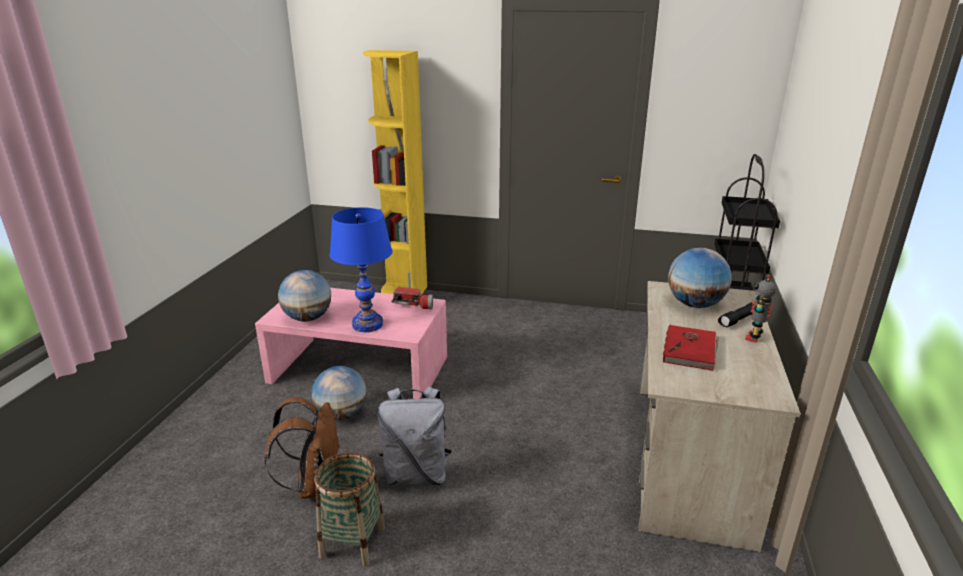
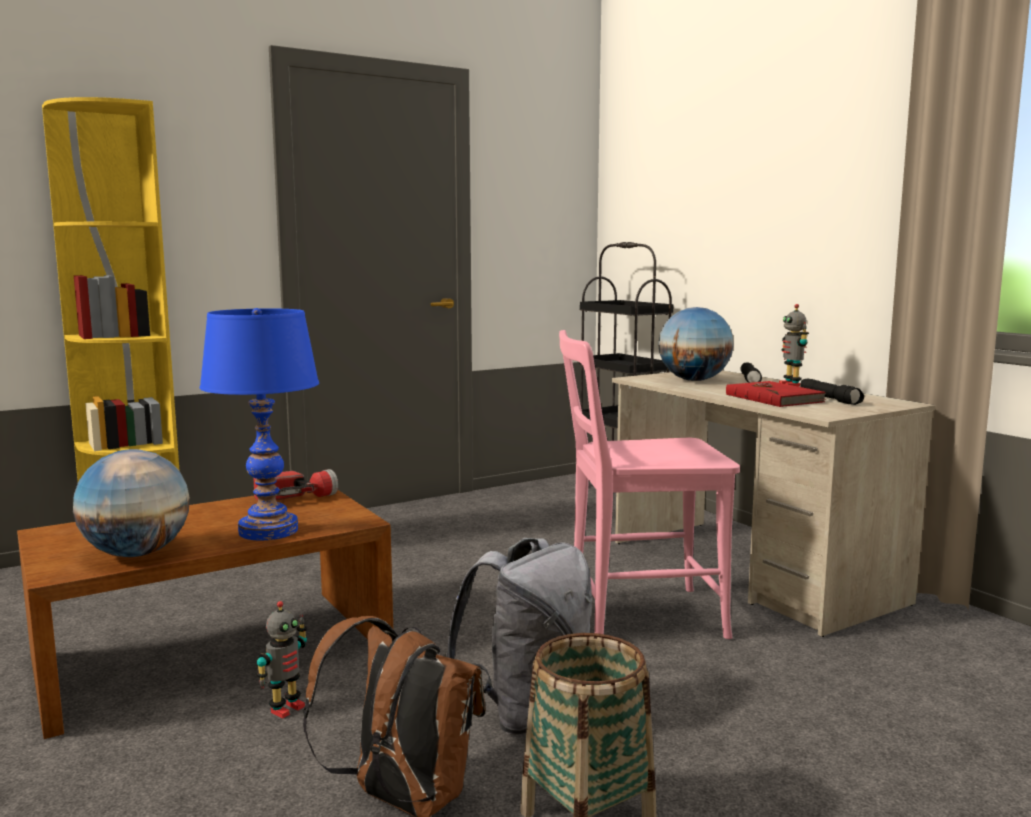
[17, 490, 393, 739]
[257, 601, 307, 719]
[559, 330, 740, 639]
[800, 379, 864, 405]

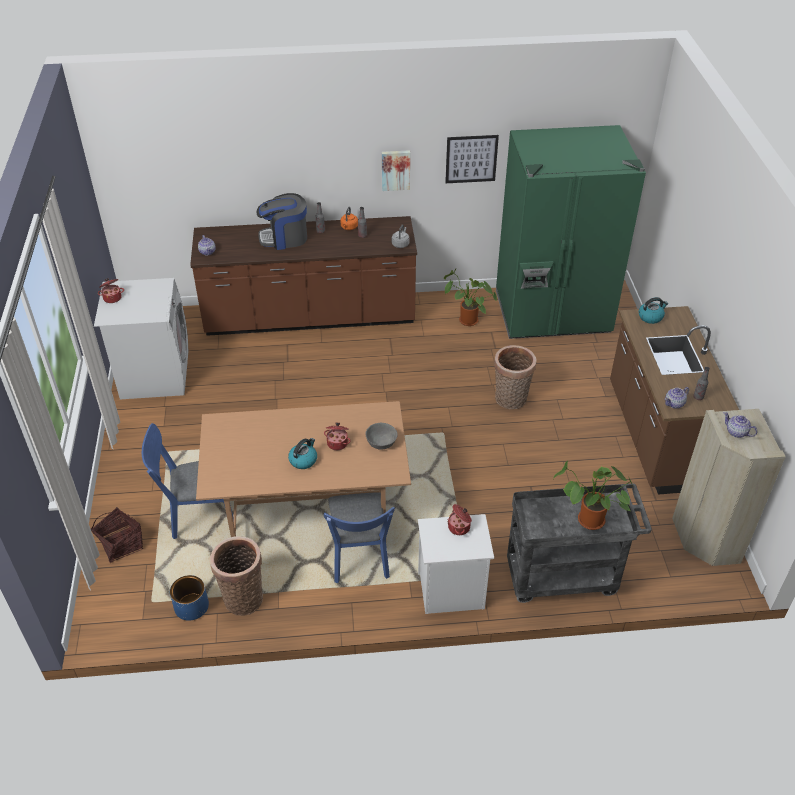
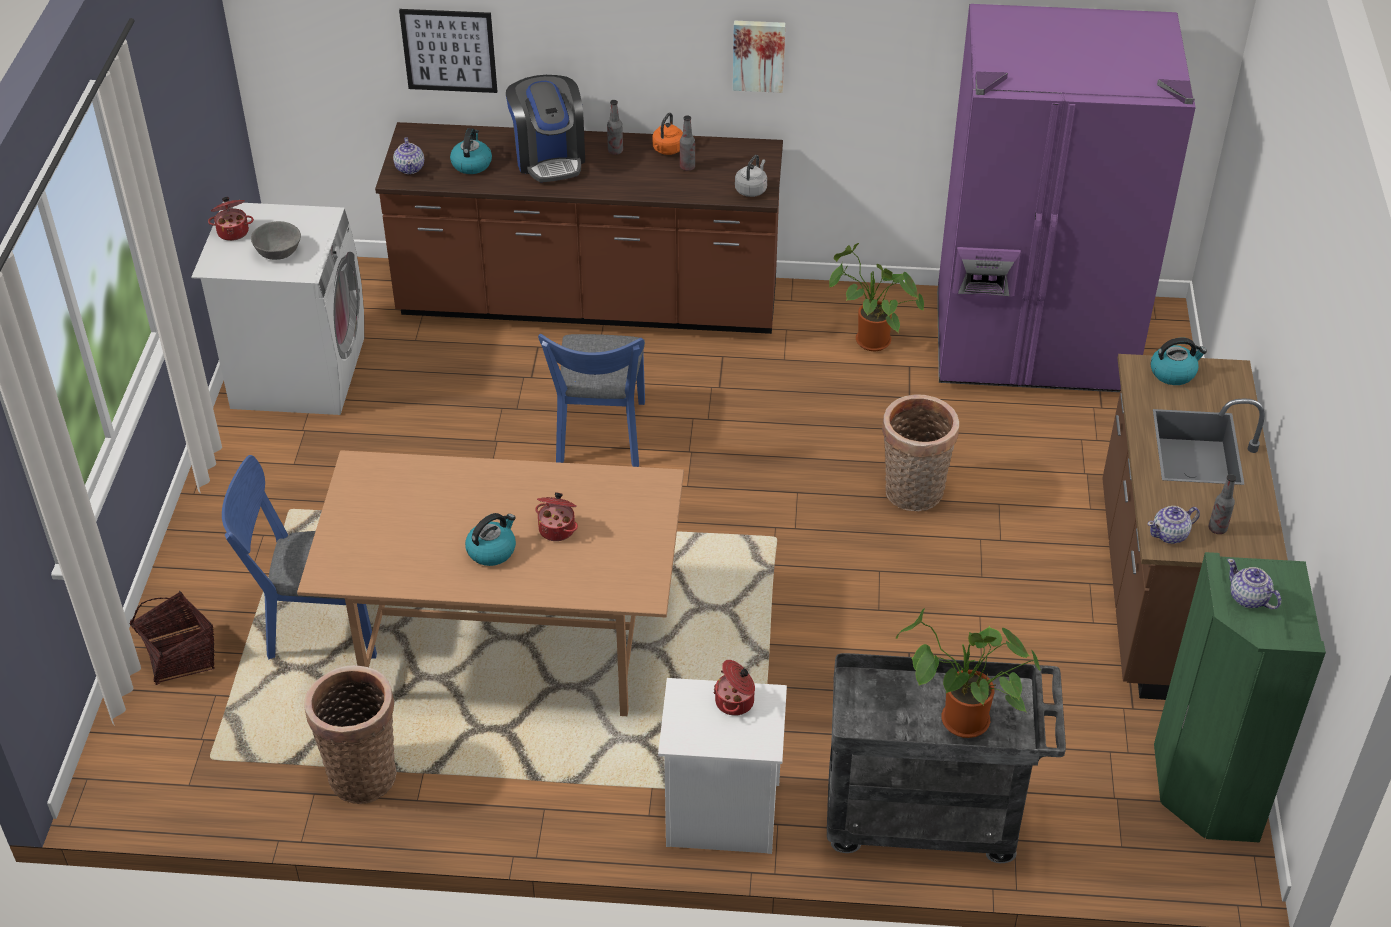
[937, 4, 1196, 392]
[399, 9, 497, 93]
[506, 75, 585, 182]
[1154, 552, 1326, 842]
[251, 221, 301, 260]
[538, 334, 645, 467]
[170, 575, 209, 621] (first image)
[450, 128, 492, 174]

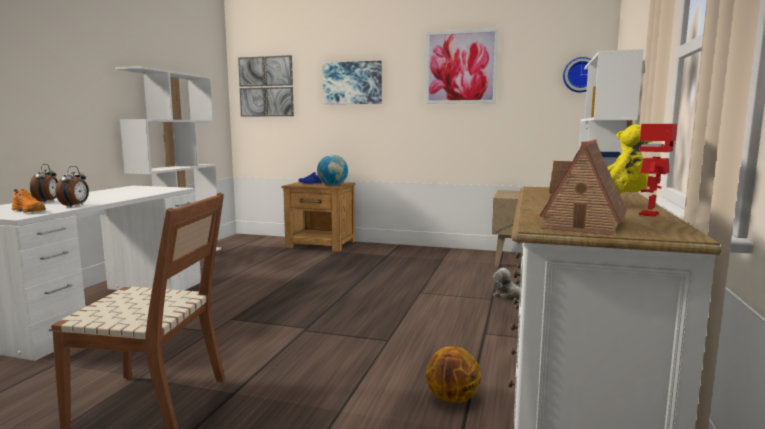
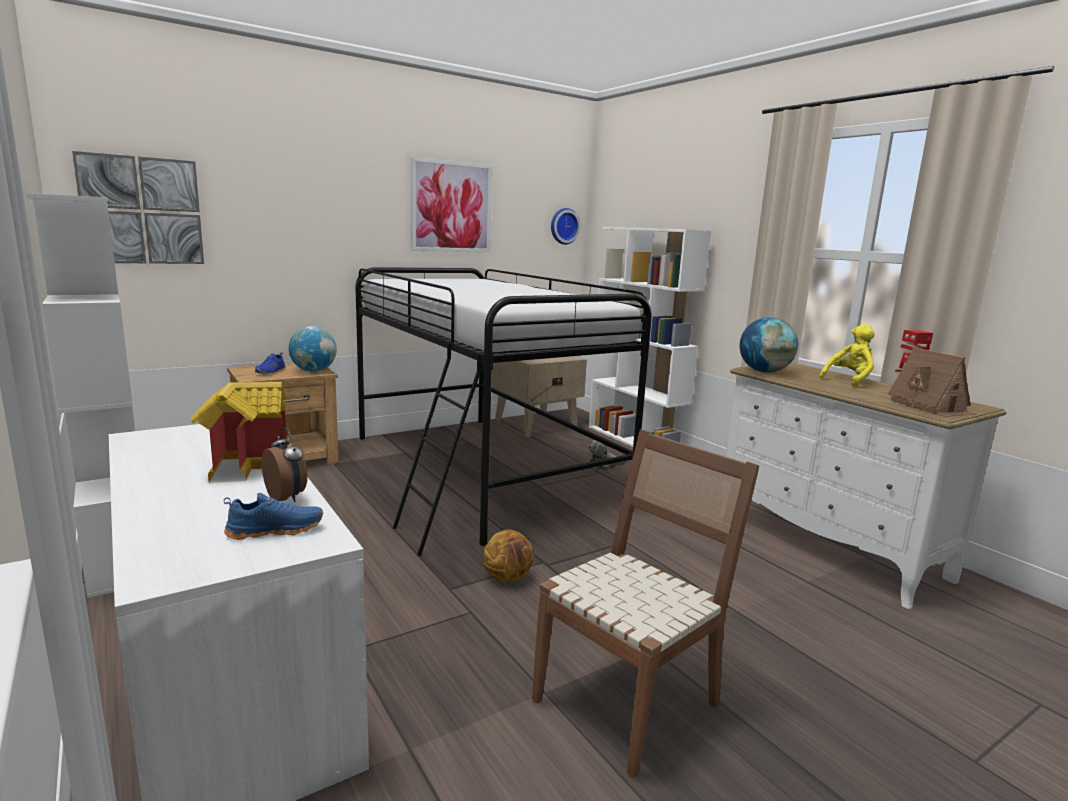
[322, 61, 382, 104] (first image)
[30, 164, 58, 203] (first image)
[224, 493, 323, 540]
[483, 529, 534, 582]
[355, 267, 652, 556]
[739, 317, 798, 373]
[190, 382, 287, 483]

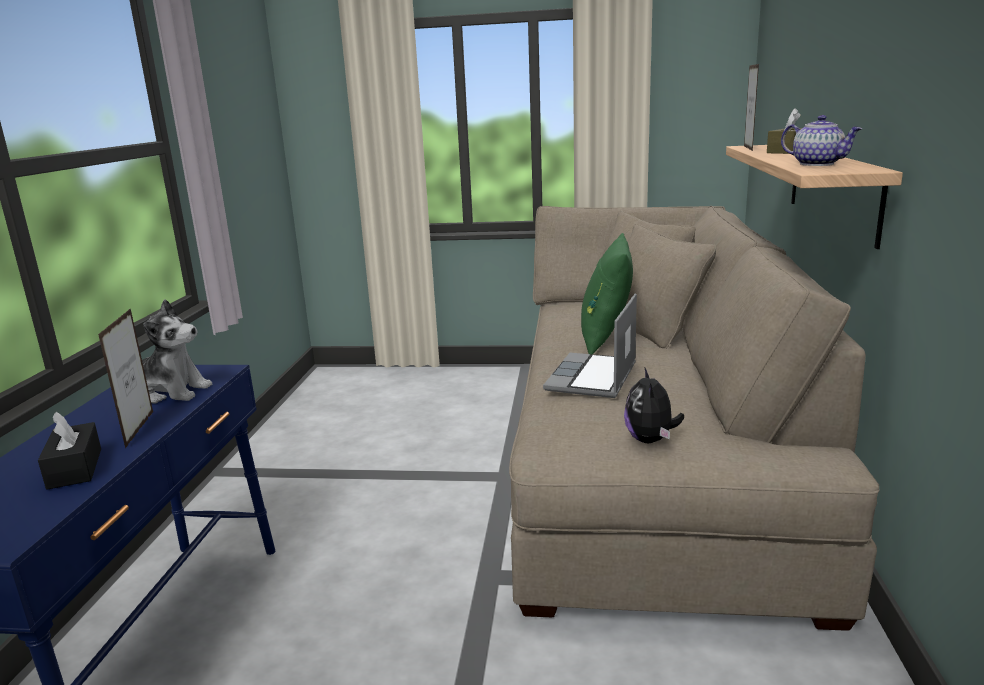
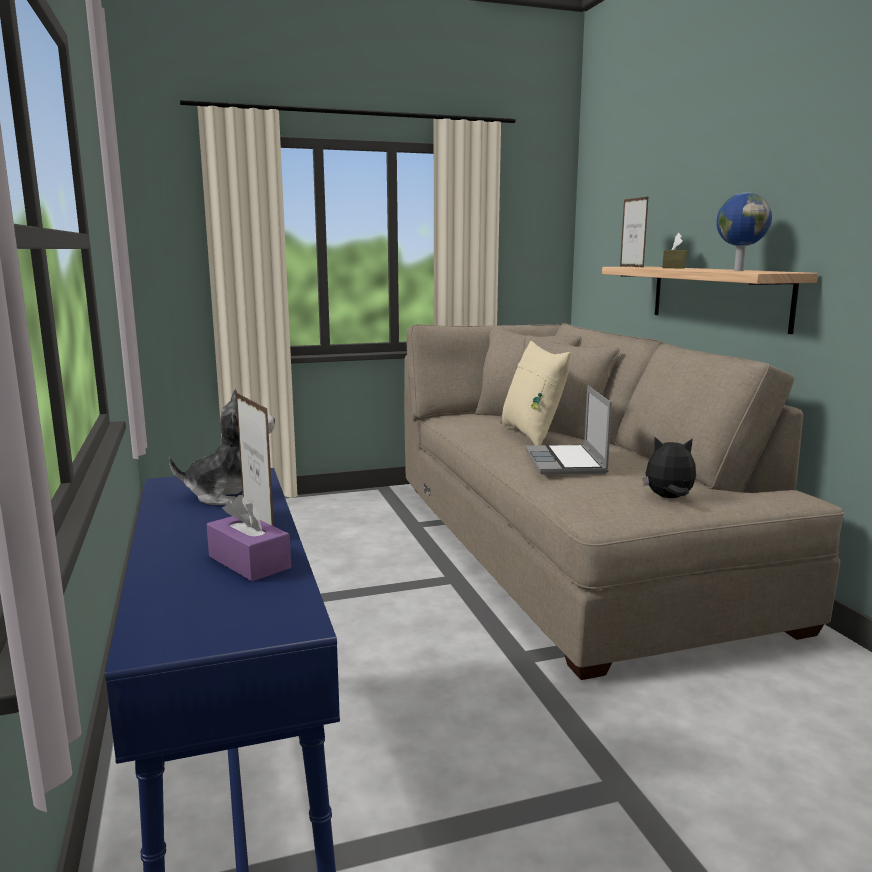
[716, 192, 772, 271]
[502, 341, 571, 445]
[643, 437, 696, 498]
[206, 495, 291, 582]

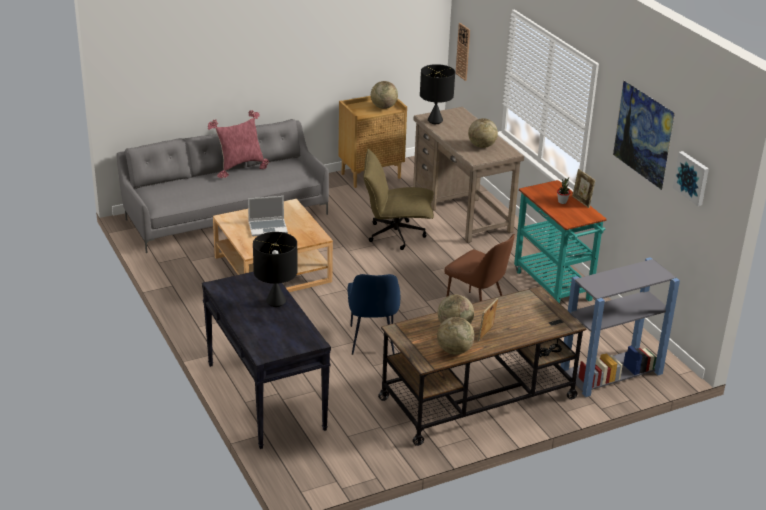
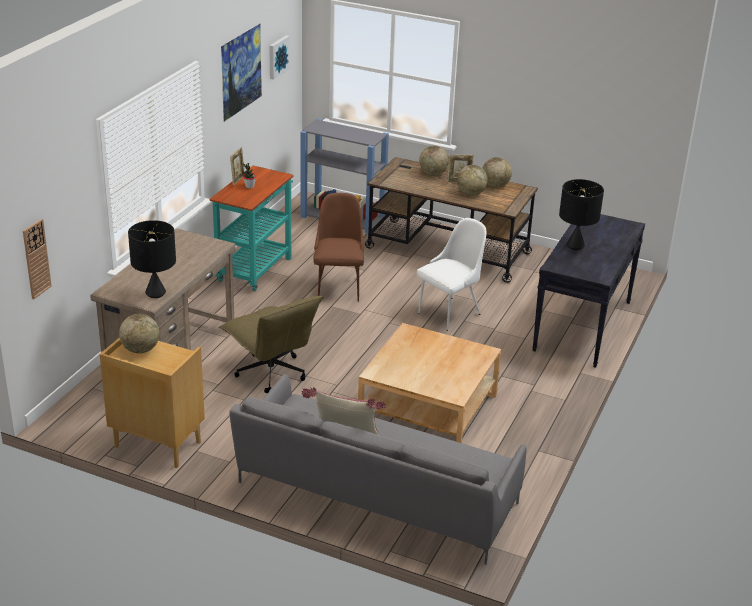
[419, 146, 449, 176]
[248, 196, 288, 236] (first image)
[417, 218, 486, 331]

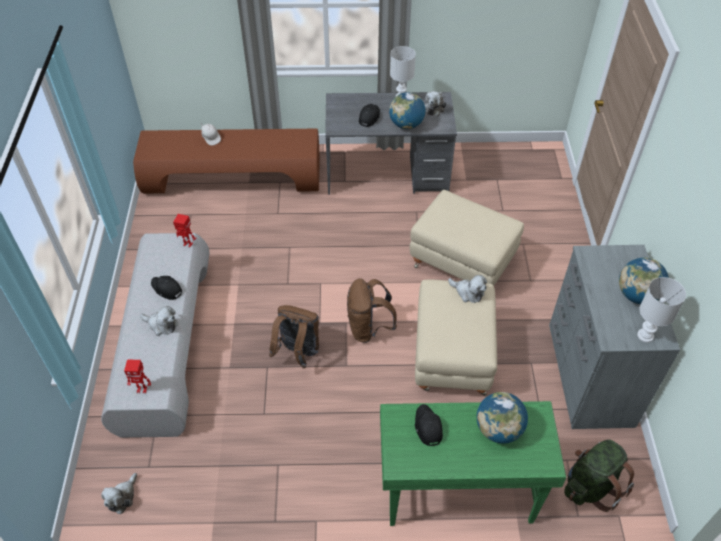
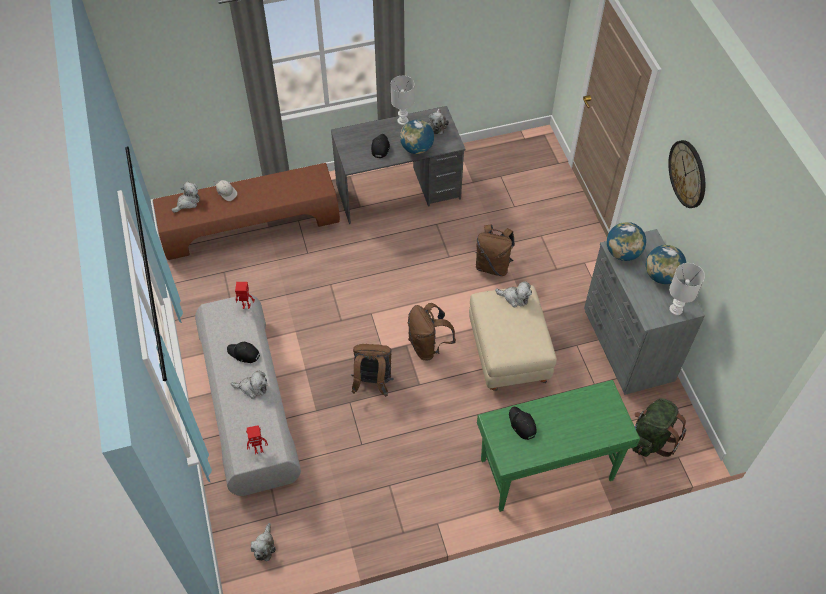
[475, 224, 515, 276]
[607, 222, 646, 261]
[668, 140, 705, 208]
[172, 181, 200, 212]

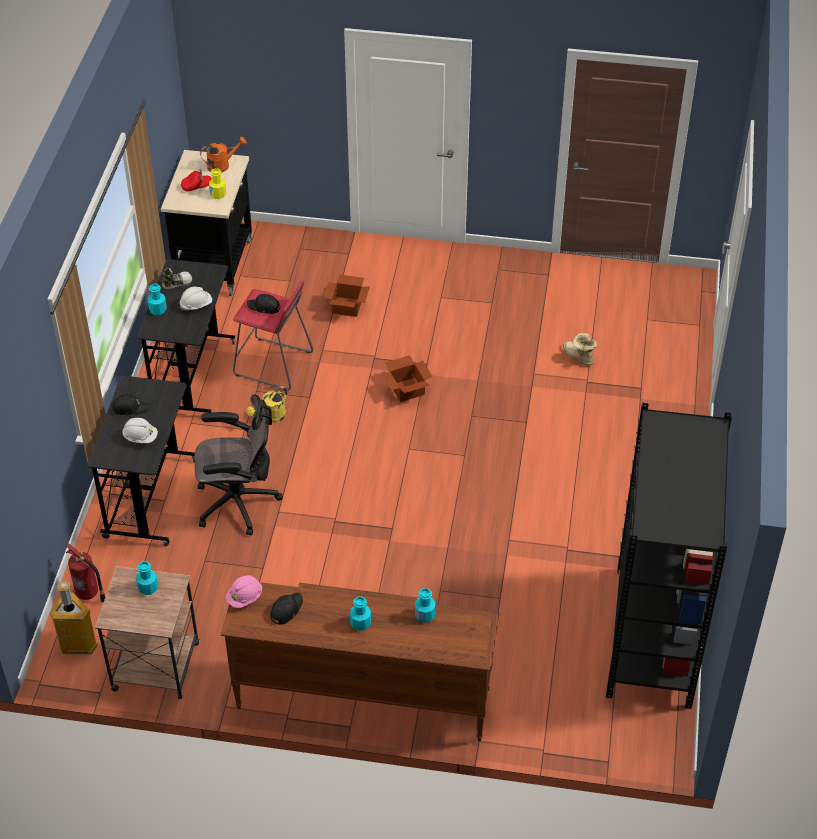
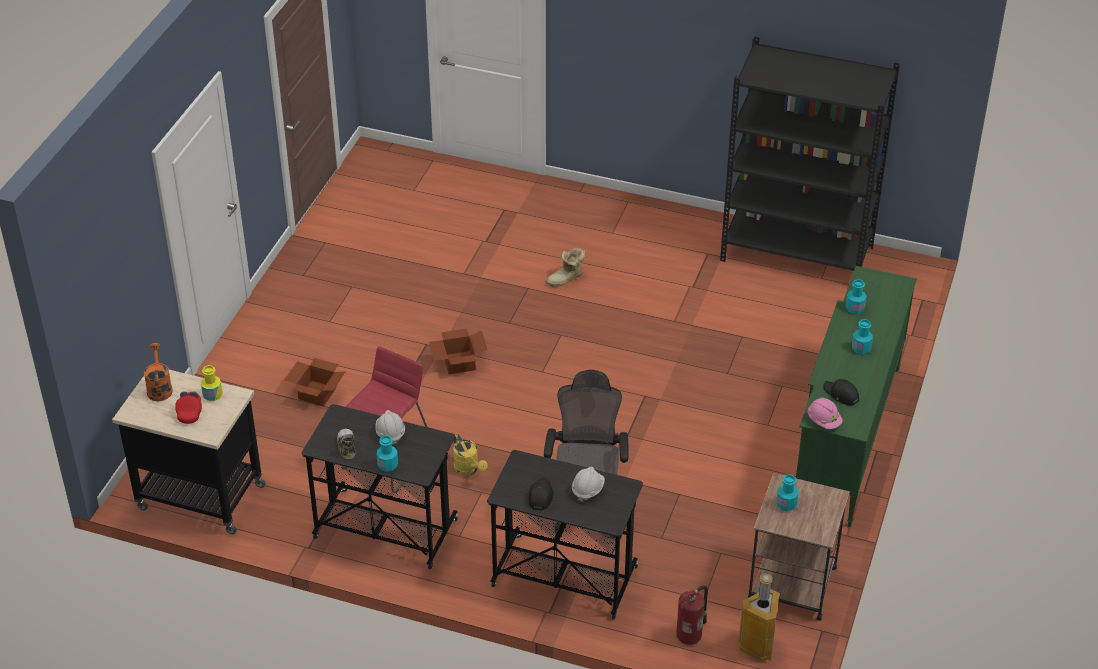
[247, 294, 281, 314] (first image)
[546, 247, 585, 287]
[796, 266, 917, 527]

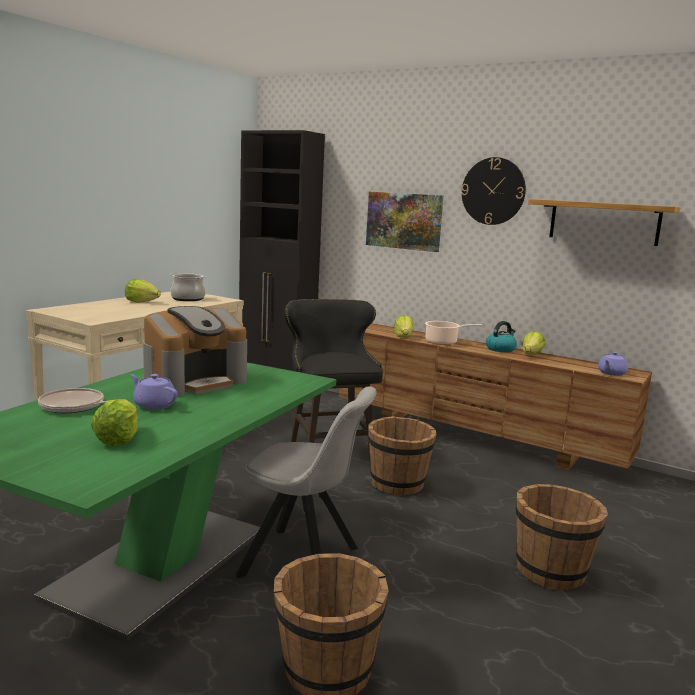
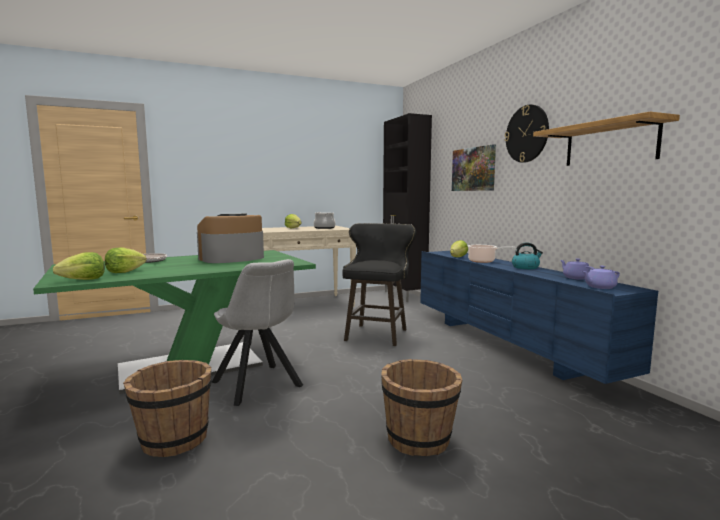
[197, 213, 264, 263]
[420, 251, 658, 384]
[53, 252, 105, 280]
[560, 259, 594, 280]
[368, 416, 437, 496] (first image)

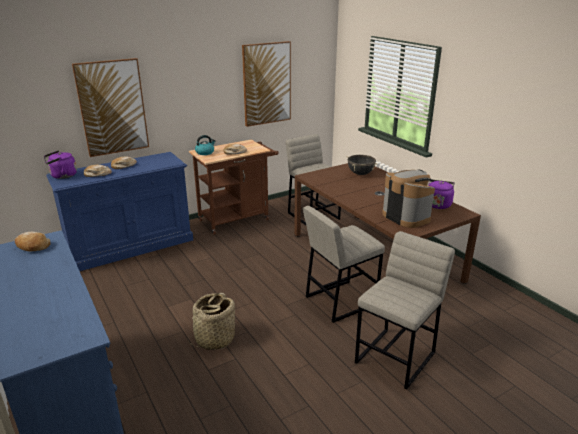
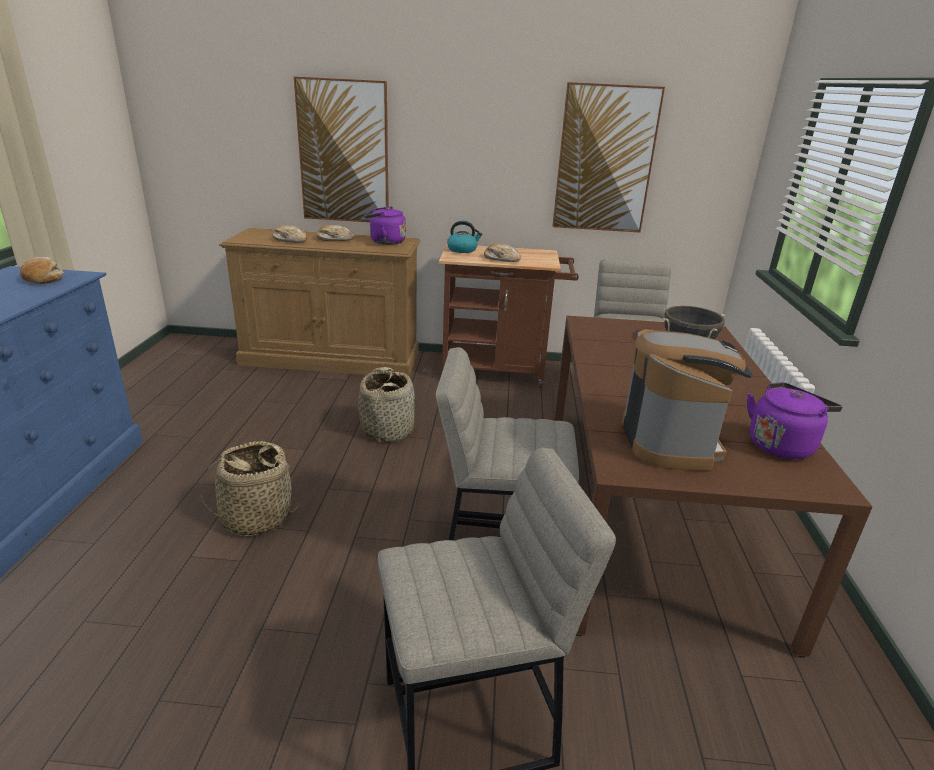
[364, 206, 406, 245]
[219, 228, 421, 376]
[358, 367, 415, 443]

